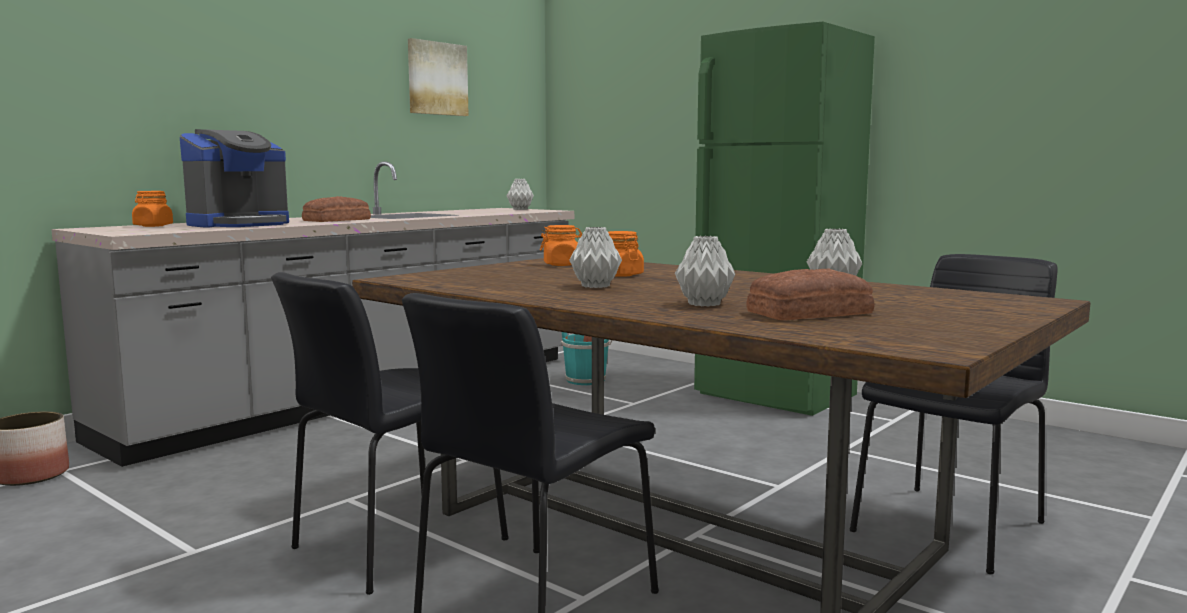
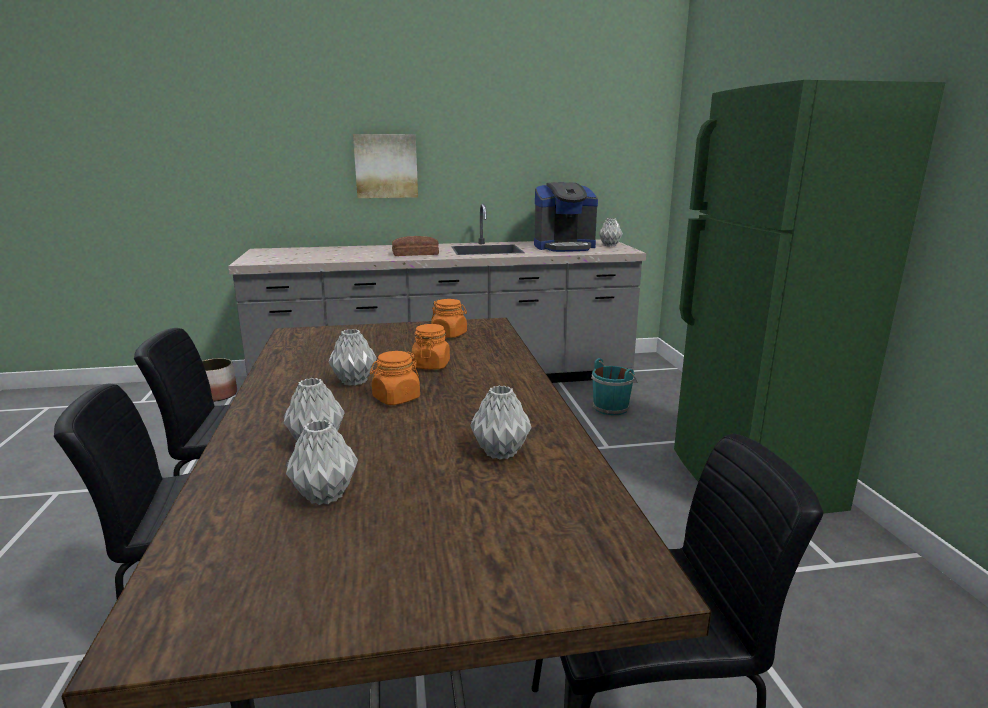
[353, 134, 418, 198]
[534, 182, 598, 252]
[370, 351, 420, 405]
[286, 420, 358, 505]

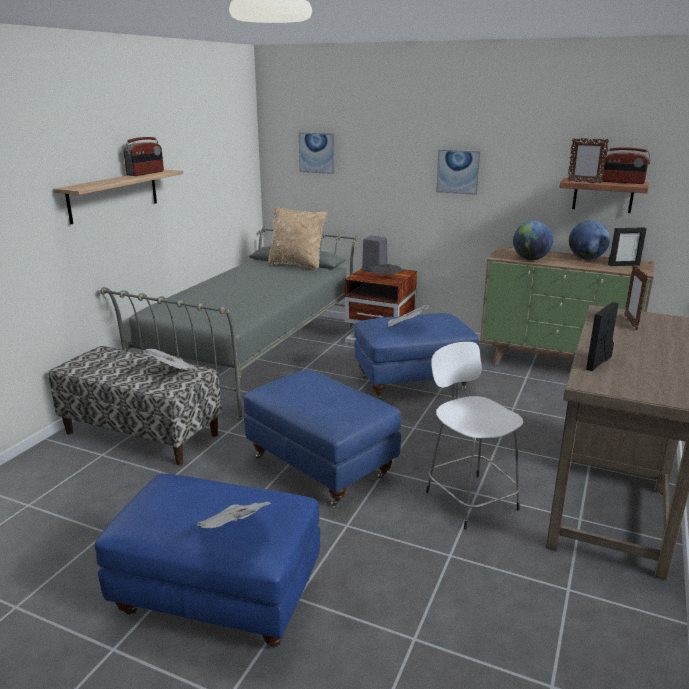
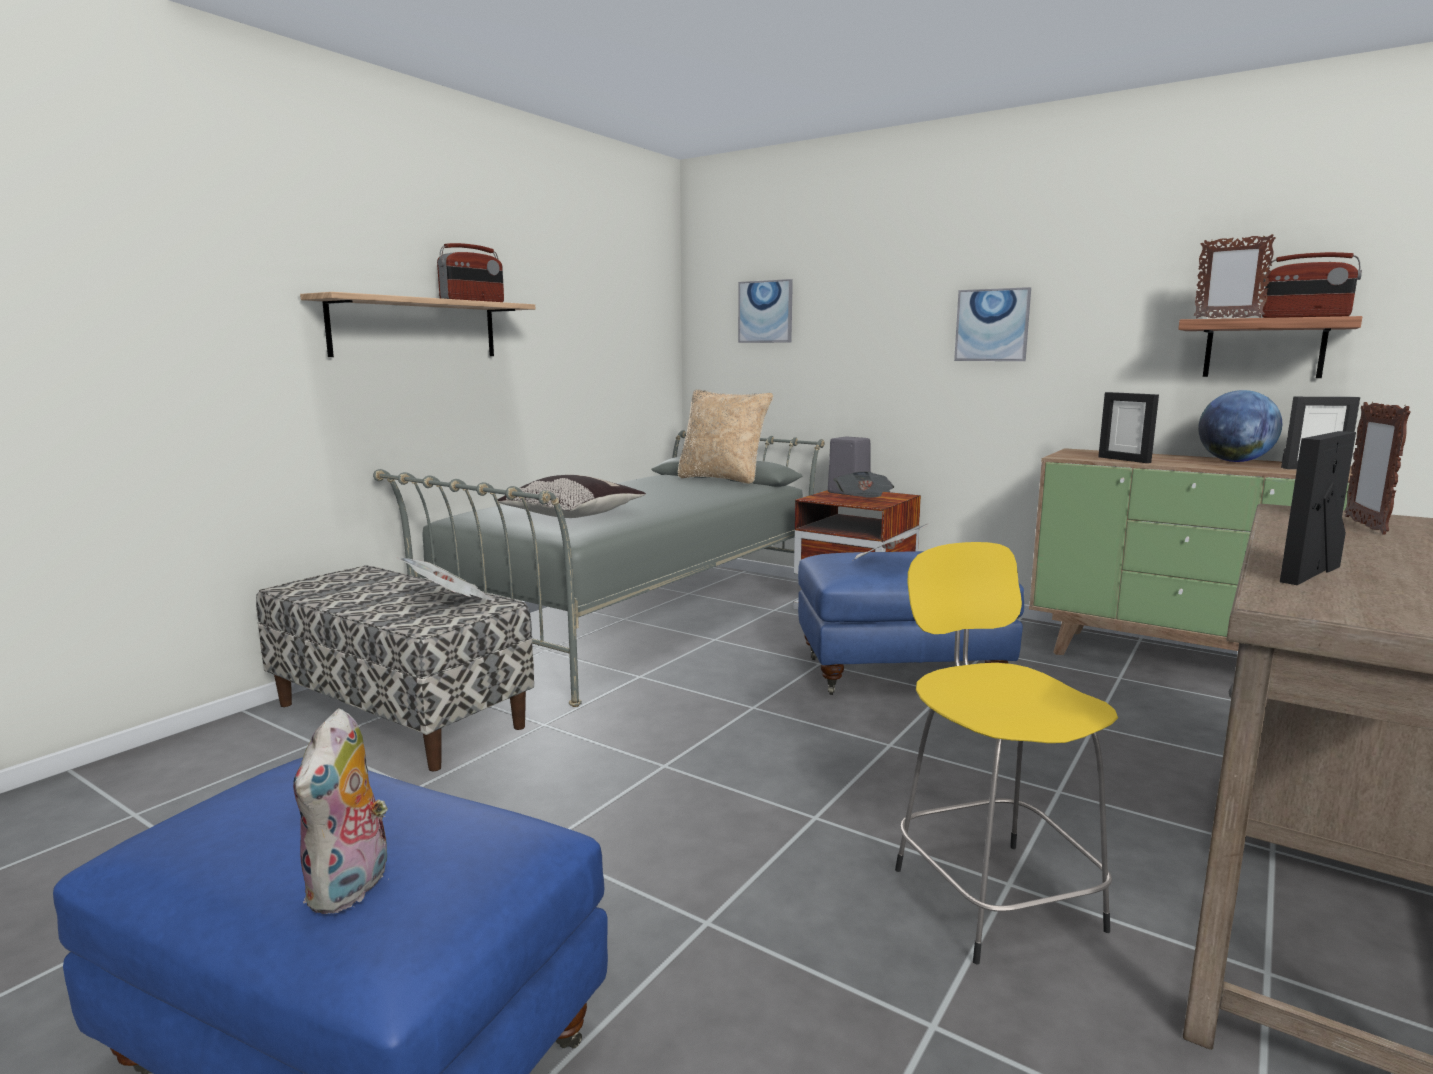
[1098, 392, 1159, 463]
[895, 542, 1118, 964]
[244, 369, 401, 507] (first image)
[293, 708, 389, 914]
[498, 475, 646, 518]

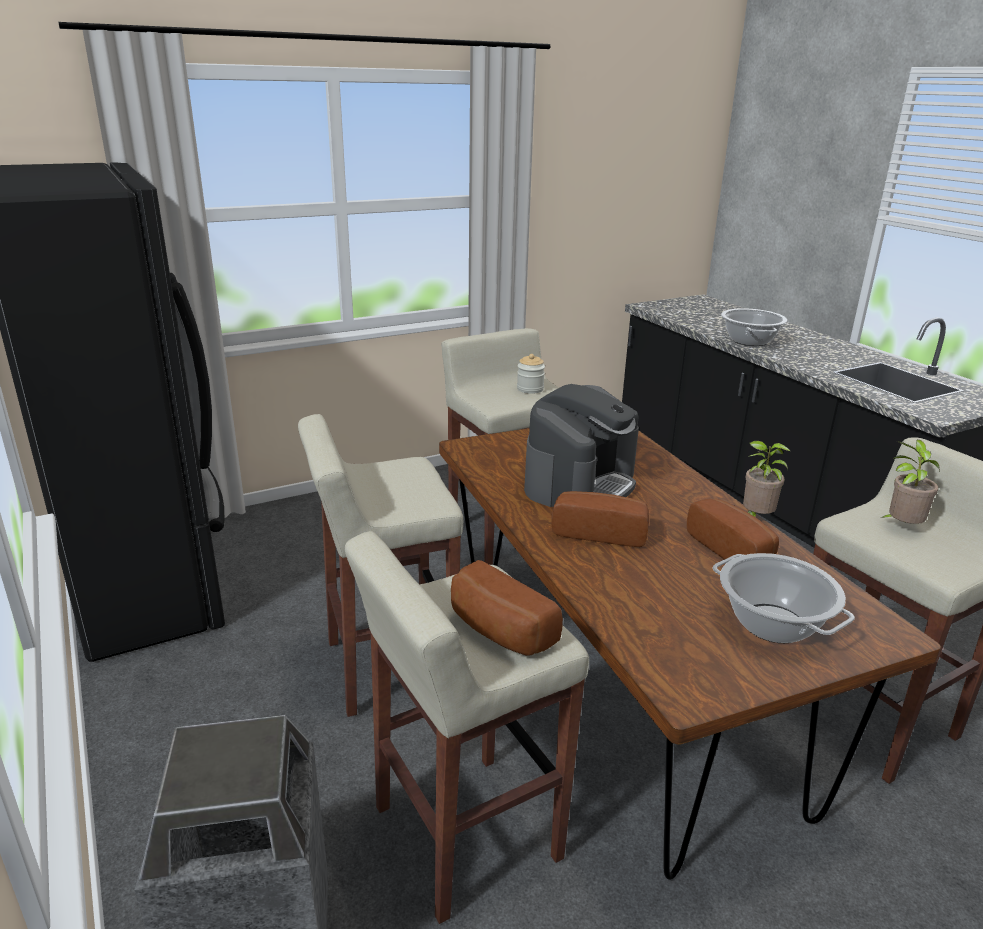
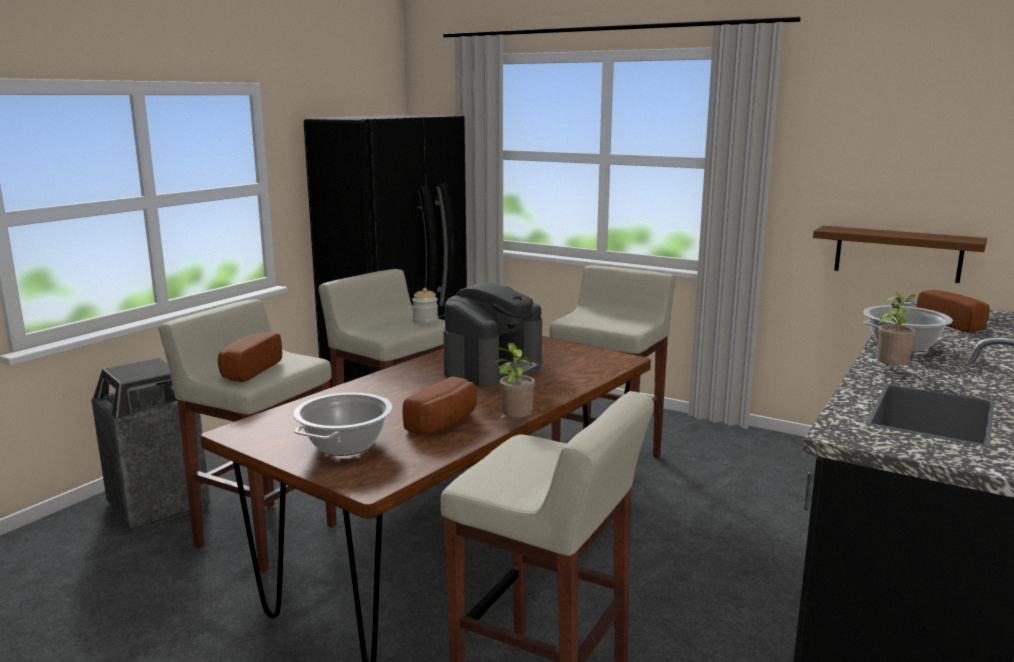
[412, 288, 438, 325]
[443, 283, 542, 387]
[877, 292, 918, 365]
[917, 290, 990, 332]
[813, 226, 987, 283]

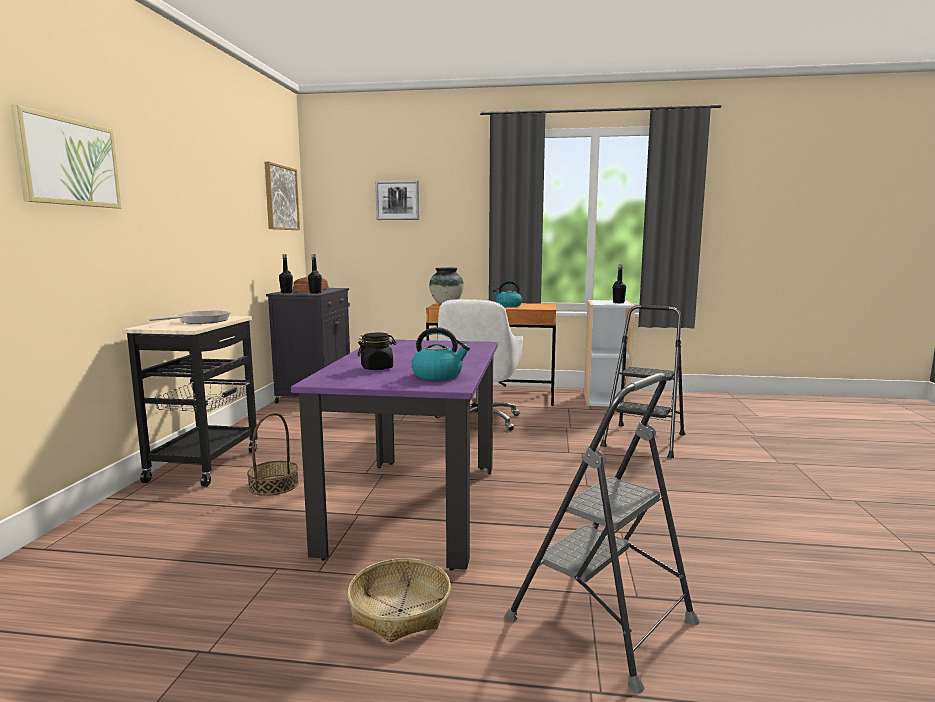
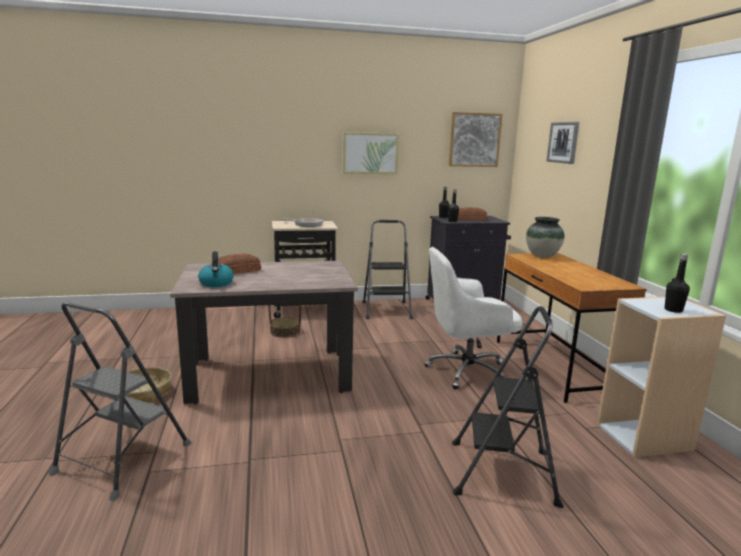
[342, 132, 399, 174]
[492, 281, 522, 307] (first image)
[218, 254, 261, 274]
[170, 261, 358, 404]
[362, 220, 413, 319]

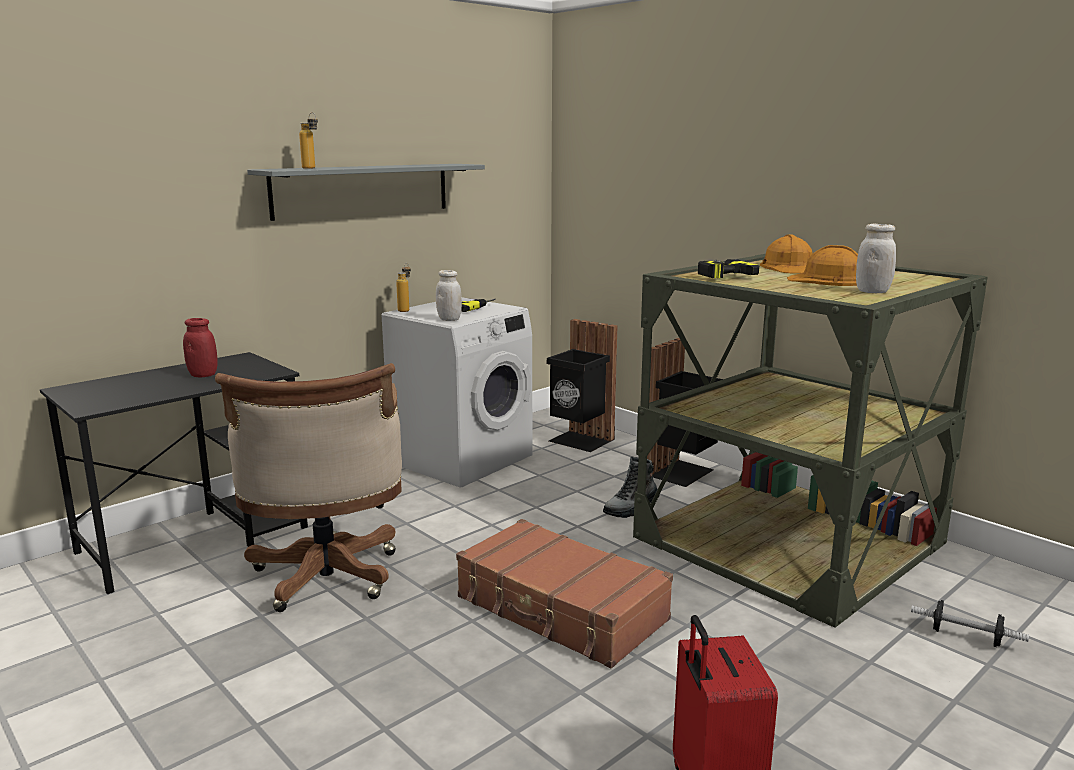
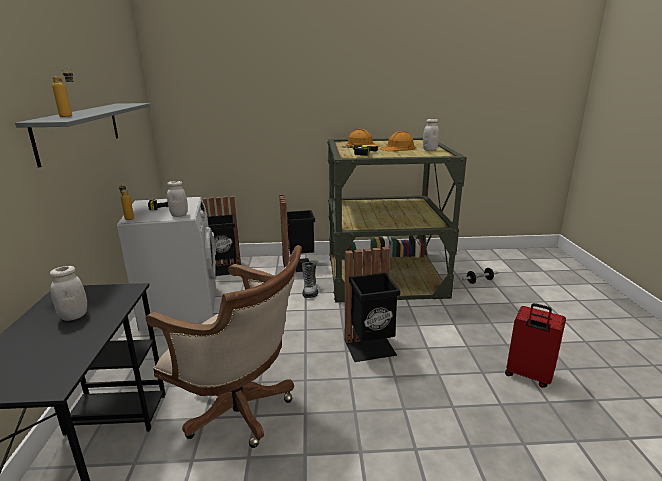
[50, 266, 87, 321]
[344, 247, 400, 362]

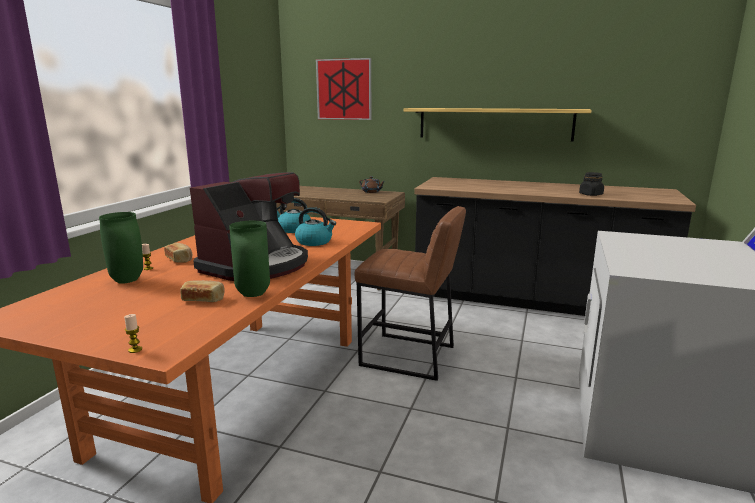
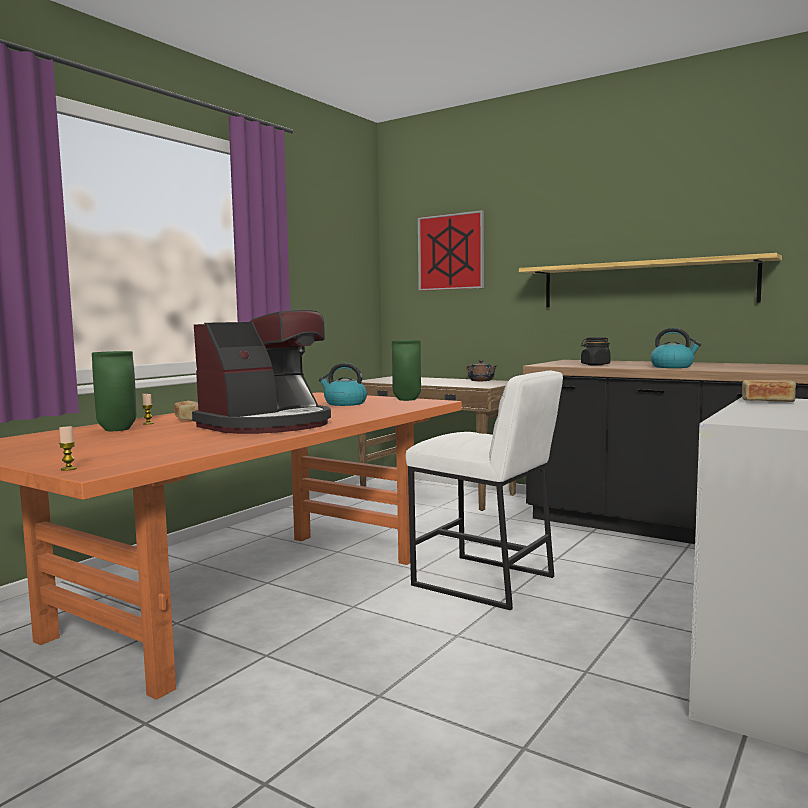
[581, 337, 611, 366]
[406, 371, 563, 610]
[650, 328, 701, 368]
[392, 340, 421, 401]
[742, 380, 796, 402]

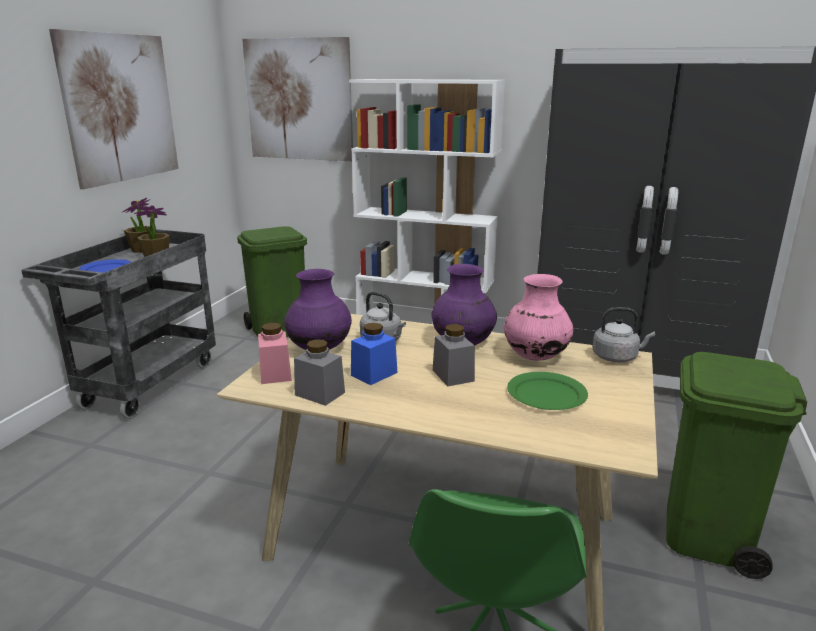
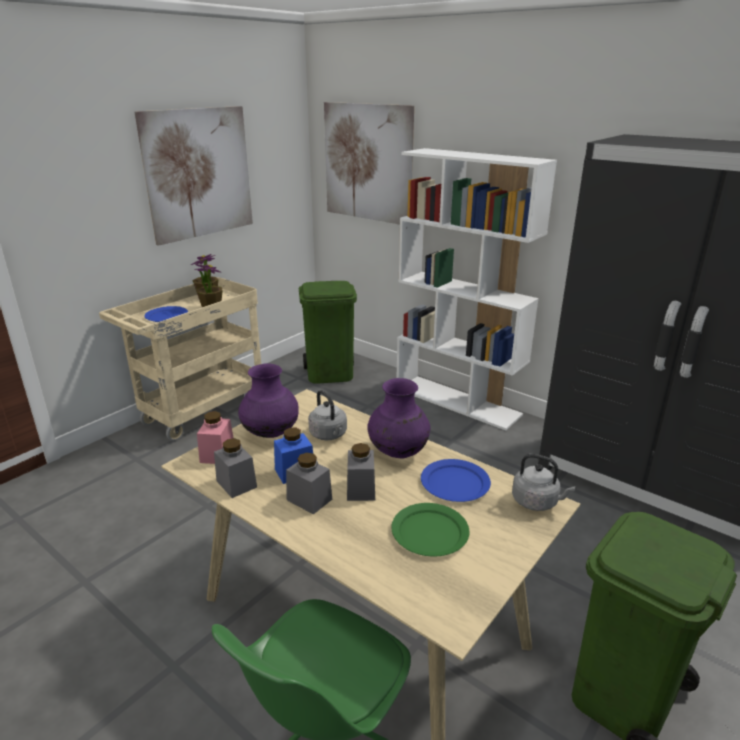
[99, 277, 261, 441]
[421, 459, 491, 502]
[286, 453, 332, 515]

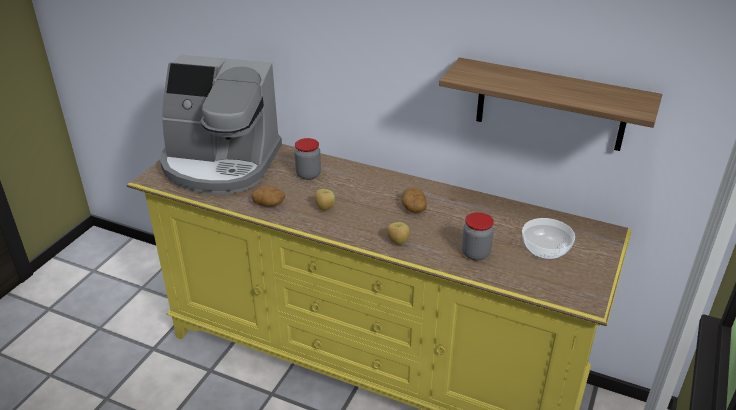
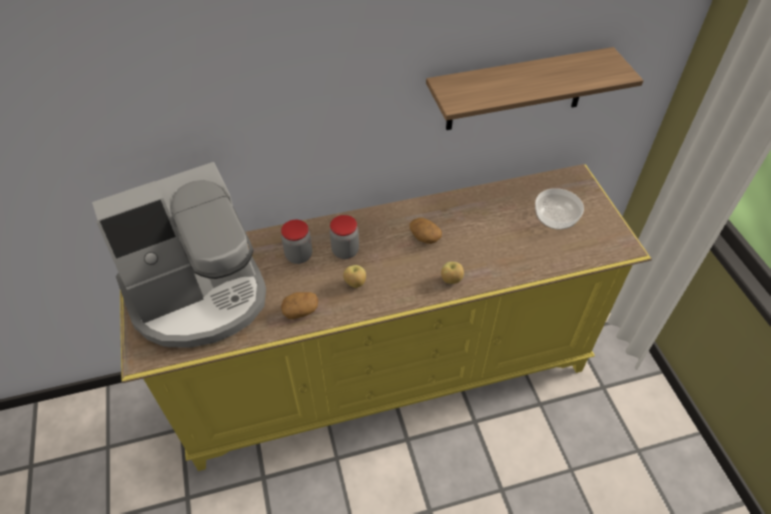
[330, 215, 359, 259]

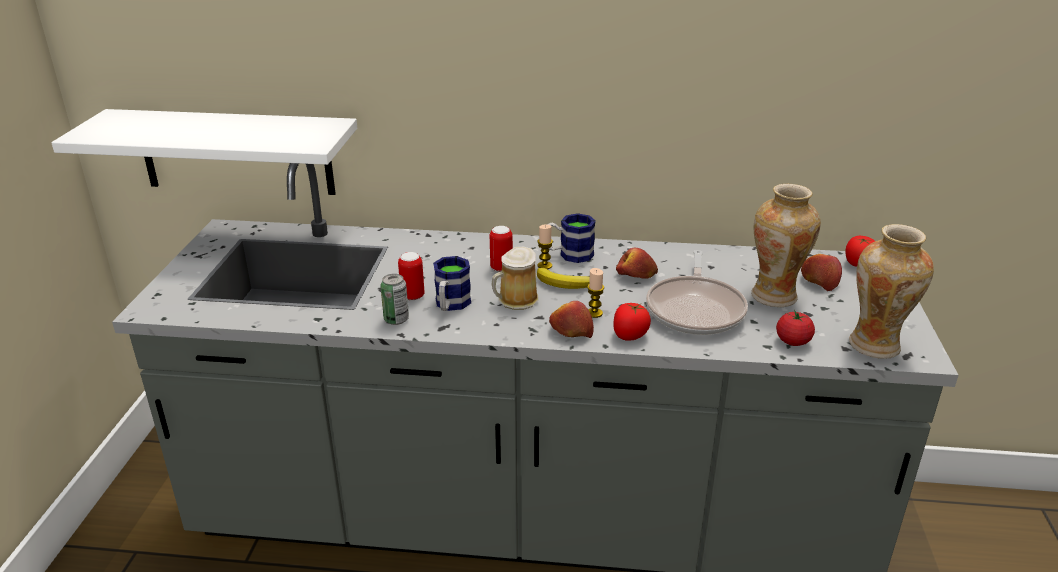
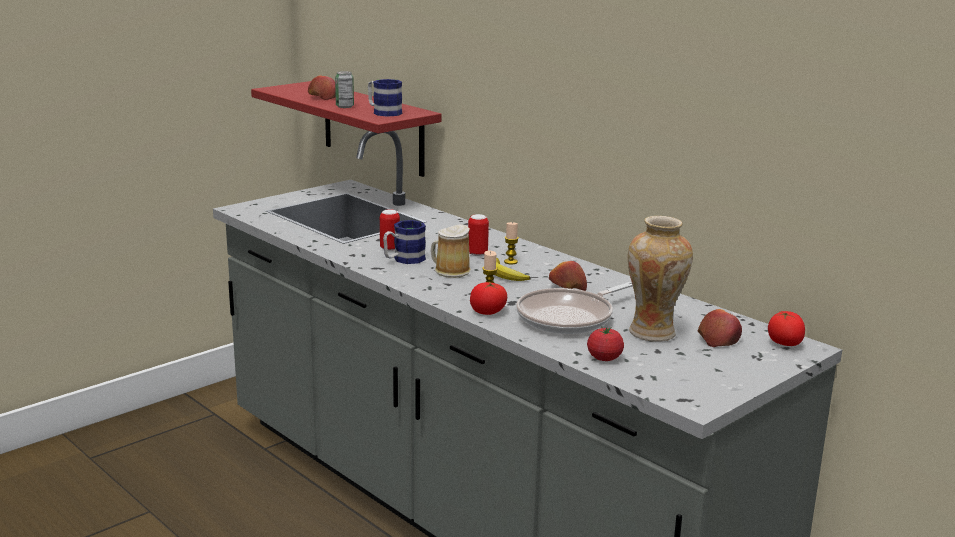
[251, 81, 442, 177]
[368, 79, 403, 117]
[849, 224, 934, 359] (first image)
[335, 71, 354, 108]
[308, 76, 336, 100]

